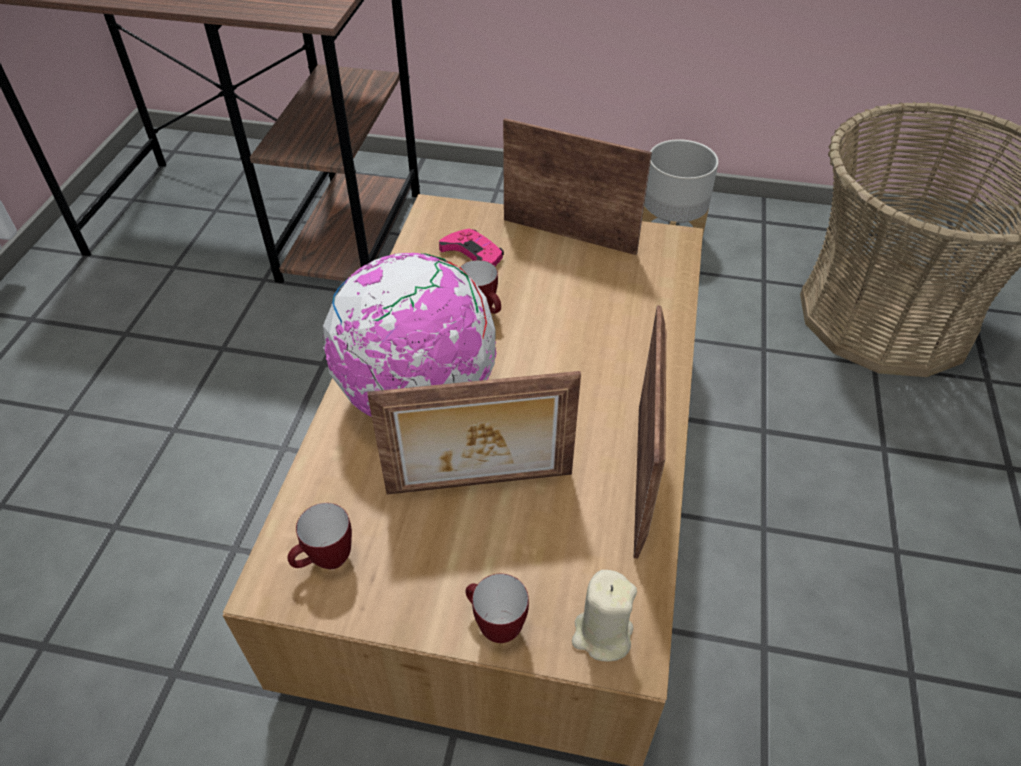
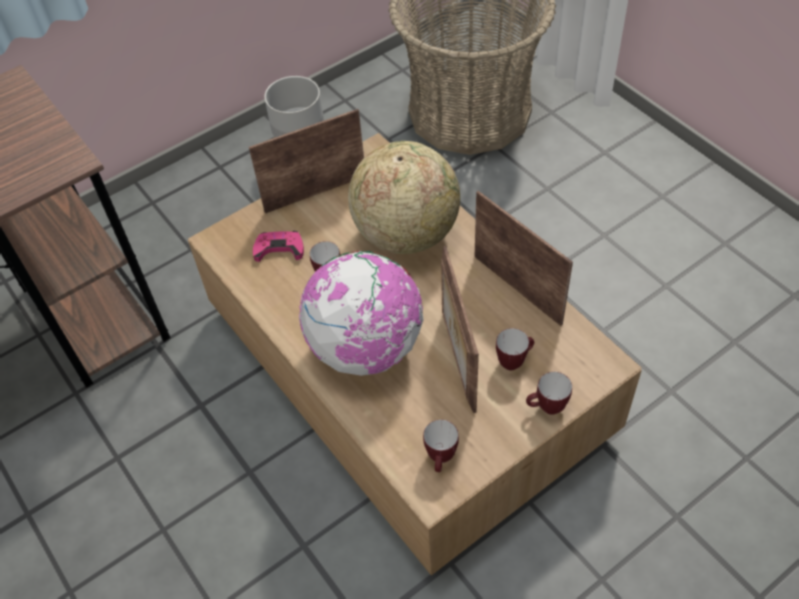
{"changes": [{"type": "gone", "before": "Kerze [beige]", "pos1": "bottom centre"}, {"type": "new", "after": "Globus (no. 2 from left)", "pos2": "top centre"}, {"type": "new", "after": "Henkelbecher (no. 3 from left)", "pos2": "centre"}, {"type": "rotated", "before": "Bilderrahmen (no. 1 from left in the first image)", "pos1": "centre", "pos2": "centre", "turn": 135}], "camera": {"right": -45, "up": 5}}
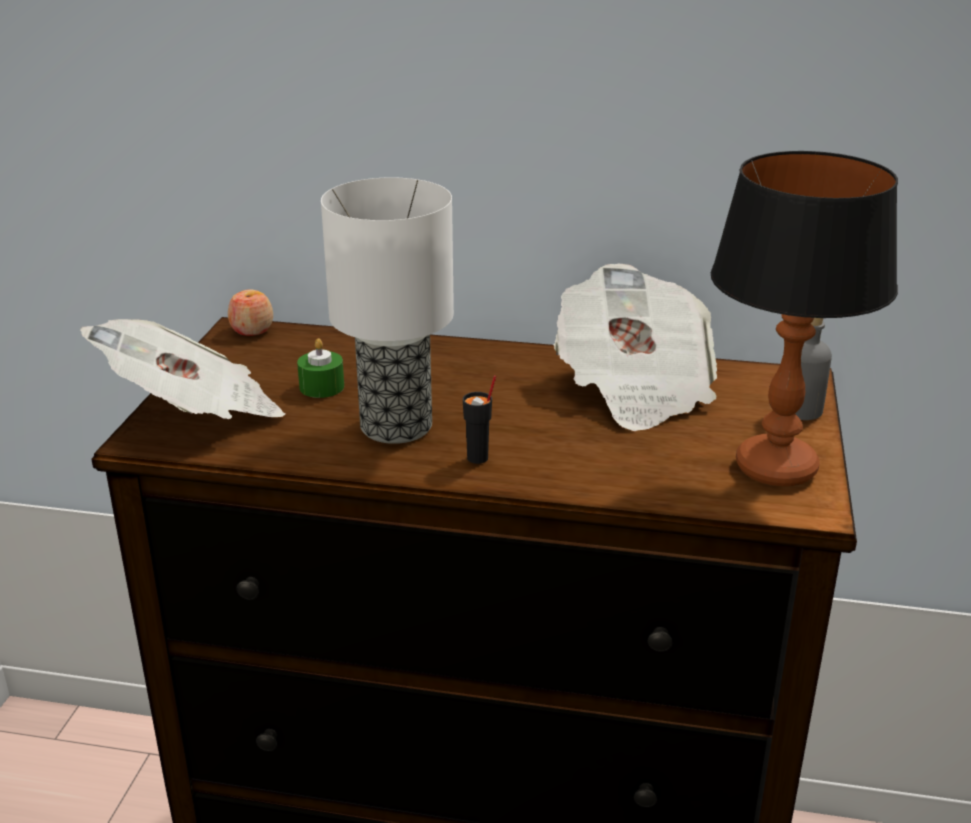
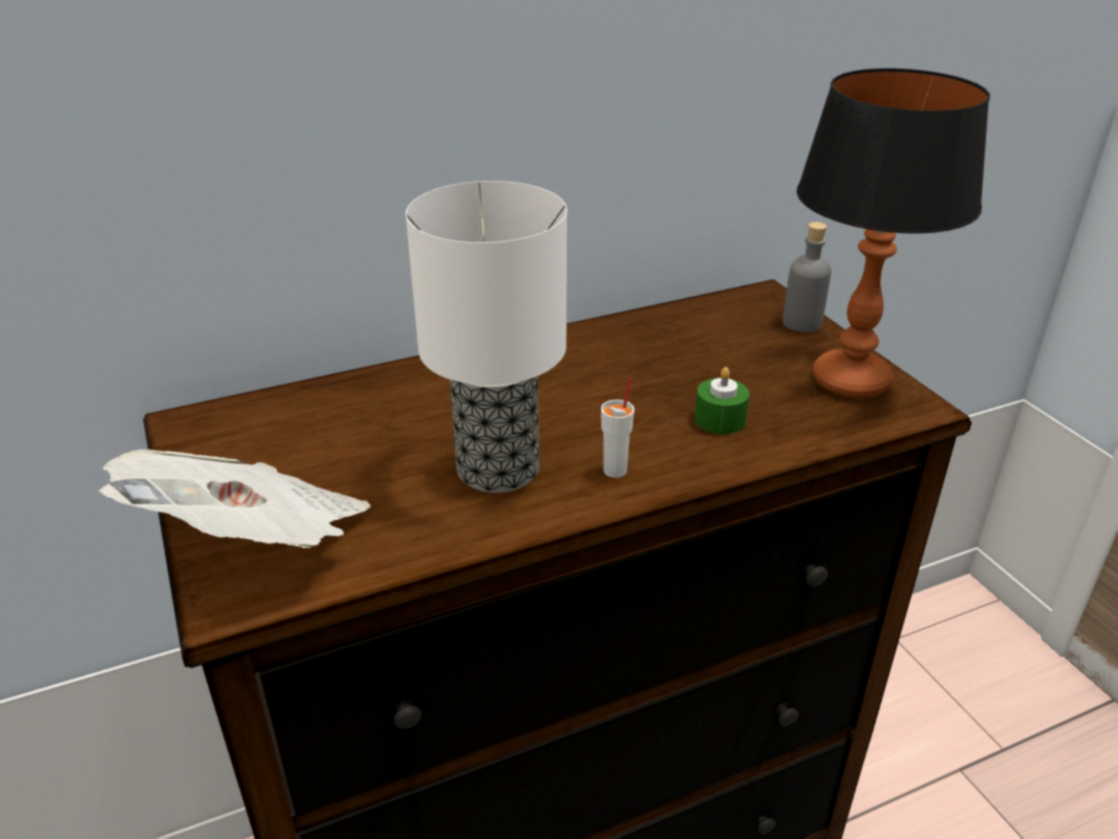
{"changes": [{"type": "gone", "before": "Apfel", "pos1": "middle left"}, {"type": "gone", "before": "Zeitung (no. 2 from left)", "pos1": "centre"}, {"type": "shifted", "before": "Kerze [grün]", "pos1": "middle left", "pos2": "centre"}, {"type": "repainted", "before": "Tasse [schwarz]", "after": "Tasse [weiß]", "pos1": "centre", "pos2": "centre"}], "camera": {"right": -35, "up": 5}}
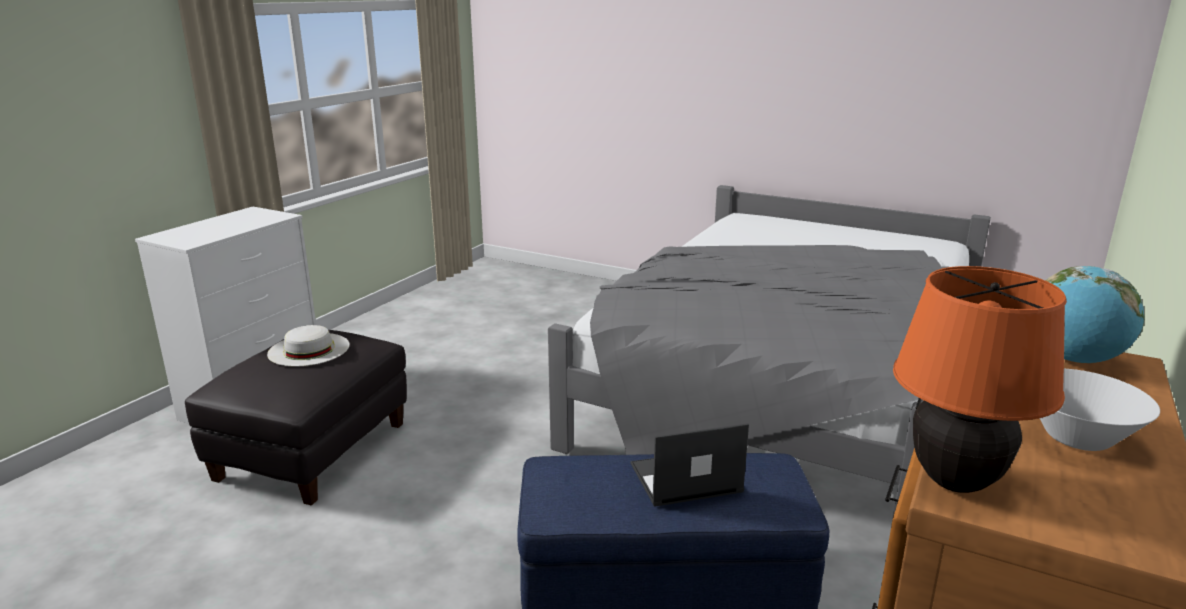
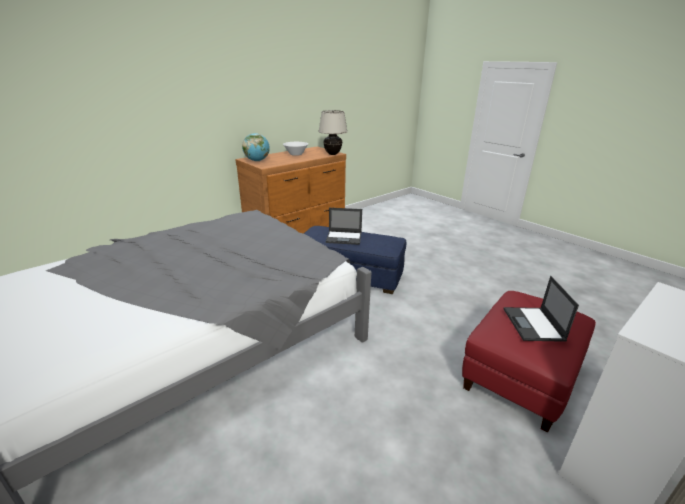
{"changes": [{"type": "swapped", "before": "Hut [weiß]", "after": "Laptop (no. 2 from left)", "pos1": "middle left", "pos2": "middle right"}, {"type": "repainted", "before": "Polsterhocker [schwarz]", "after": "Polsterhocker [rot]", "pos1": "bottom left", "pos2": "bottom right"}, {"type": "repainted", "before": "Tischlampe [orange]", "after": "Tischlampe [beige]", "pos1": "middle right", "pos2": "top centre"}], "camera": {"right": -160, "up": 5}}
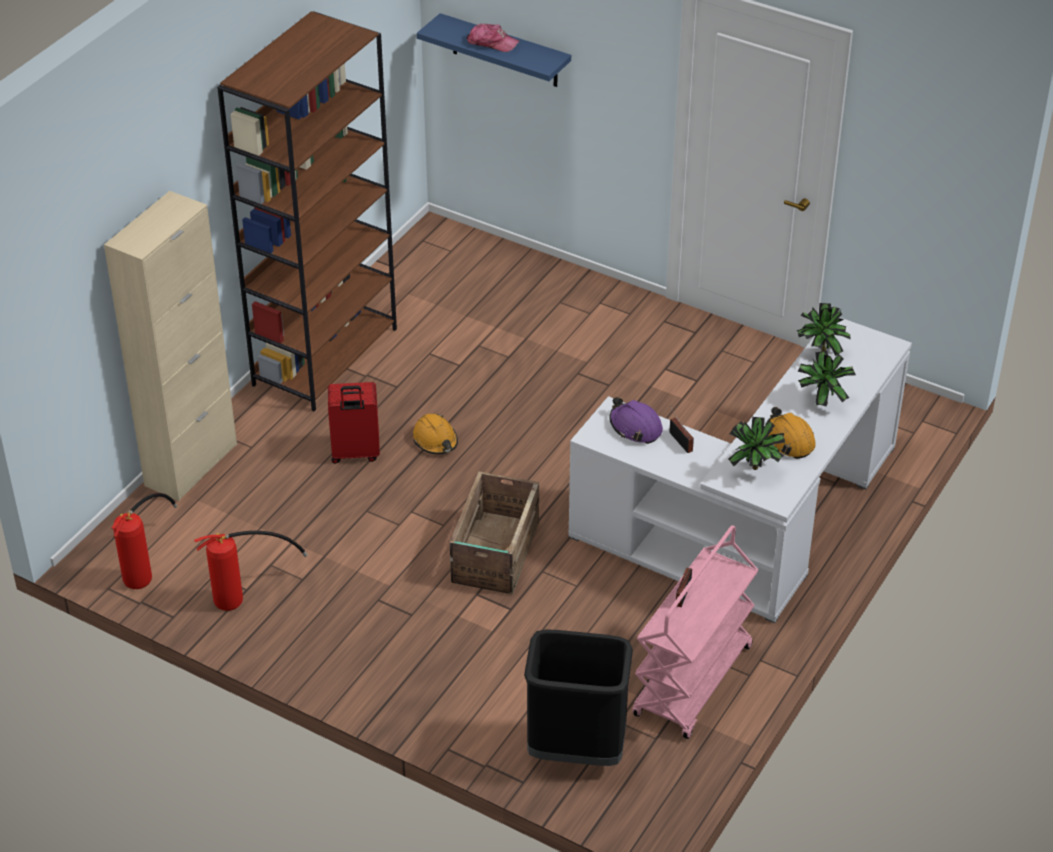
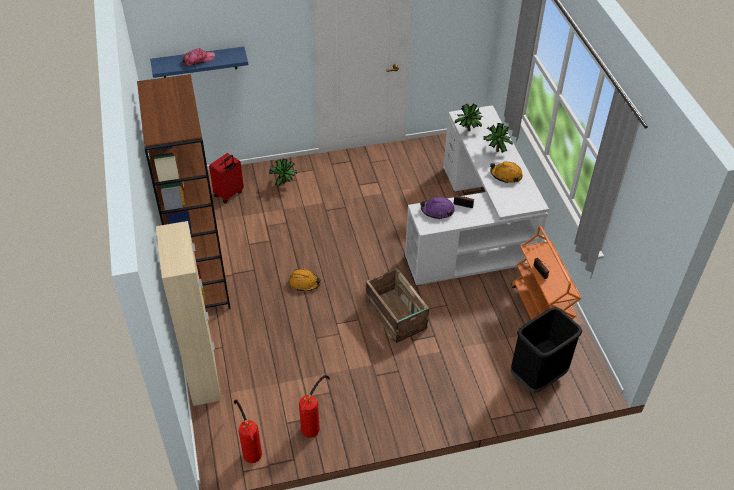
{"changes": [{"type": "shifted", "before": "Koffer [rot]", "pos1": "centre", "pos2": "middle left"}, {"type": "shifted", "before": "Topfpflanze (no. 1 from left)", "pos1": "middle right", "pos2": "centre"}, {"type": "repainted", "before": "Rollwagen [rosa]", "after": "Rollwagen [orange]", "pos1": "bottom centre", "pos2": "middle right"}], "camera": {"right": -45, "up": 5}}
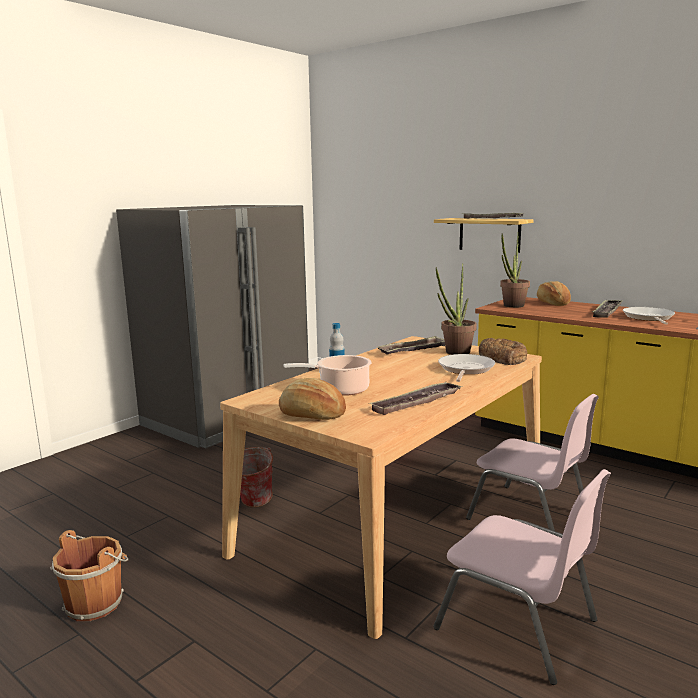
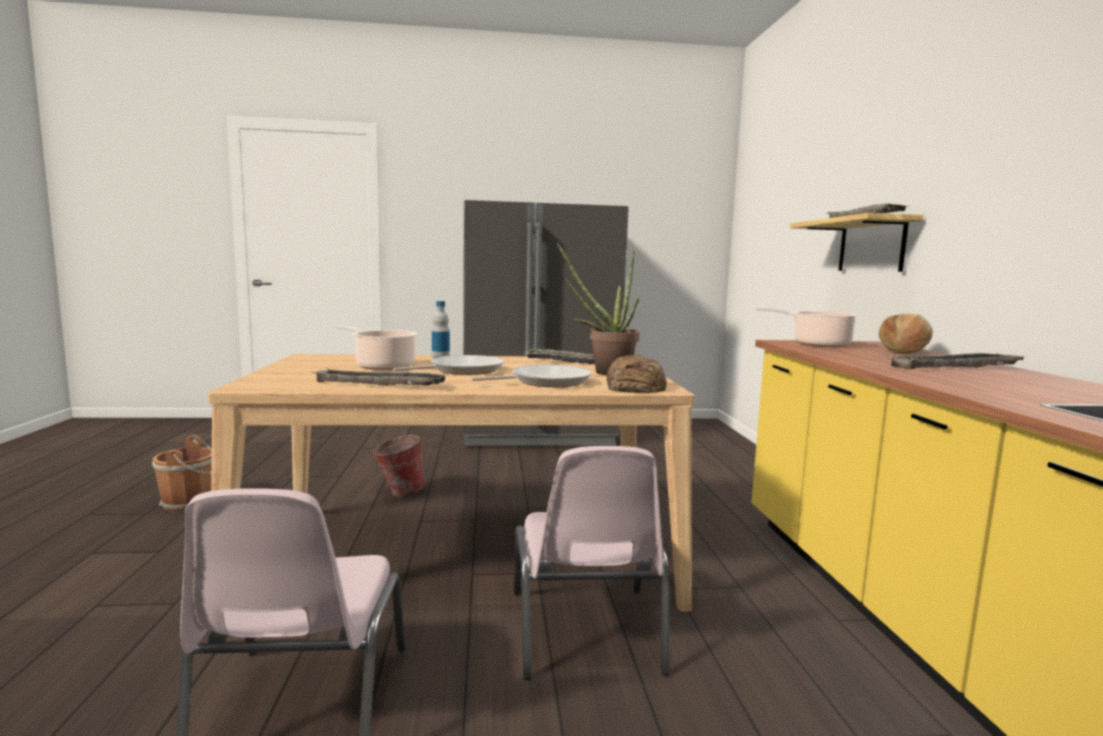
{"changes": [{"type": "gone", "before": "Brot (no. 1 from left)", "pos1": "centre"}, {"type": "shifted", "before": "Pfanne (no. 2 from left in the first image)", "after": "Pfanne (no. 1 from left)", "pos1": "middle right", "pos2": "centre"}, {"type": "swapped", "before": "Topfpflanze (no. 2 from left)", "after": "Kochtopf (no. 2 from left)", "pos1": "middle right", "pos2": "middle right"}], "camera": {"right": 45, "up": -5}}
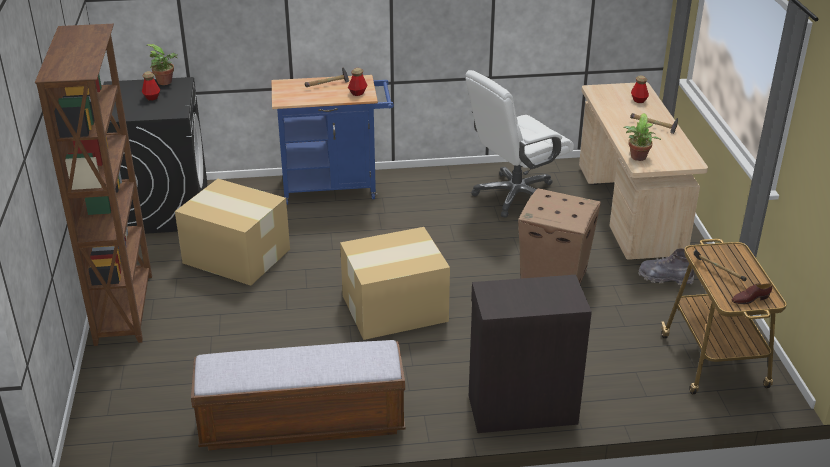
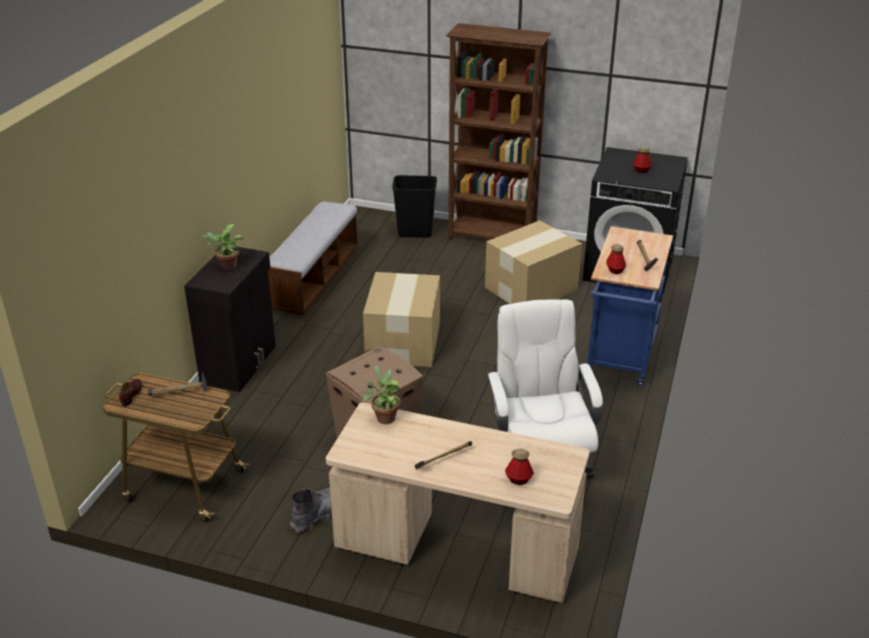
{"changes": [{"type": "new", "after": "Mülleimer [schwarz]", "pos2": "top centre"}, {"type": "shifted", "before": "Topfpflanze (no. 1 from left)", "pos1": "top left", "pos2": "middle left"}], "camera": {"right": 115, "up": 0}}
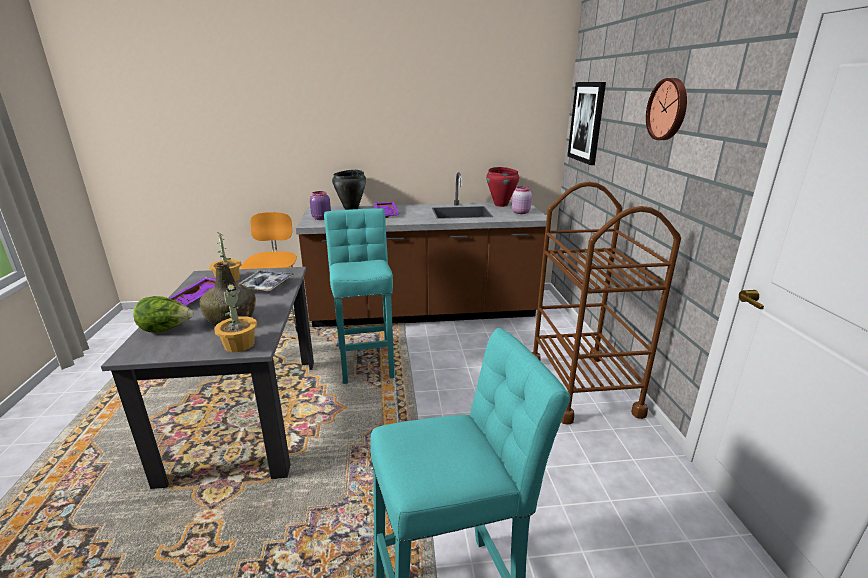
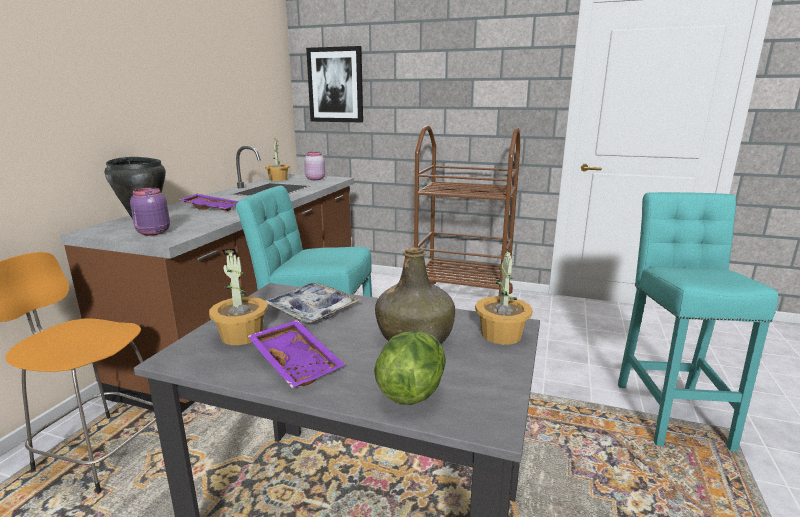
{"changes": [{"type": "gone", "before": "Wanduhr", "pos1": "top right"}, {"type": "swapped", "before": "Kochtopf [rot]", "after": "Topfpflanze (no. 2 from left)", "pos1": "top centre", "pos2": "top centre"}], "camera": {"right": -65, "up": -5}}
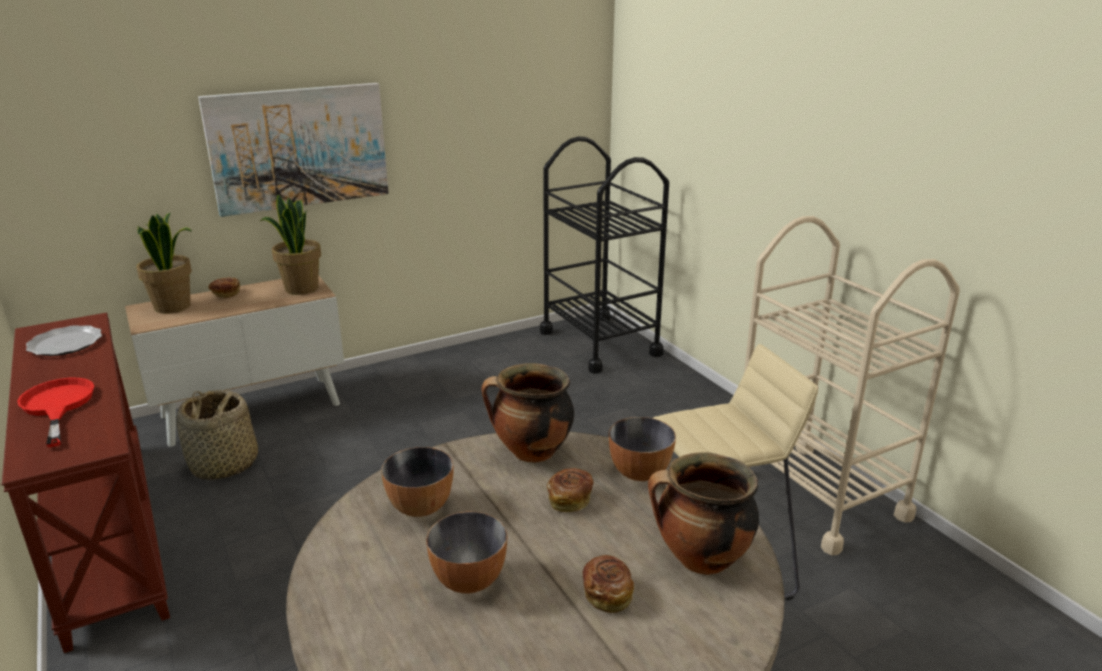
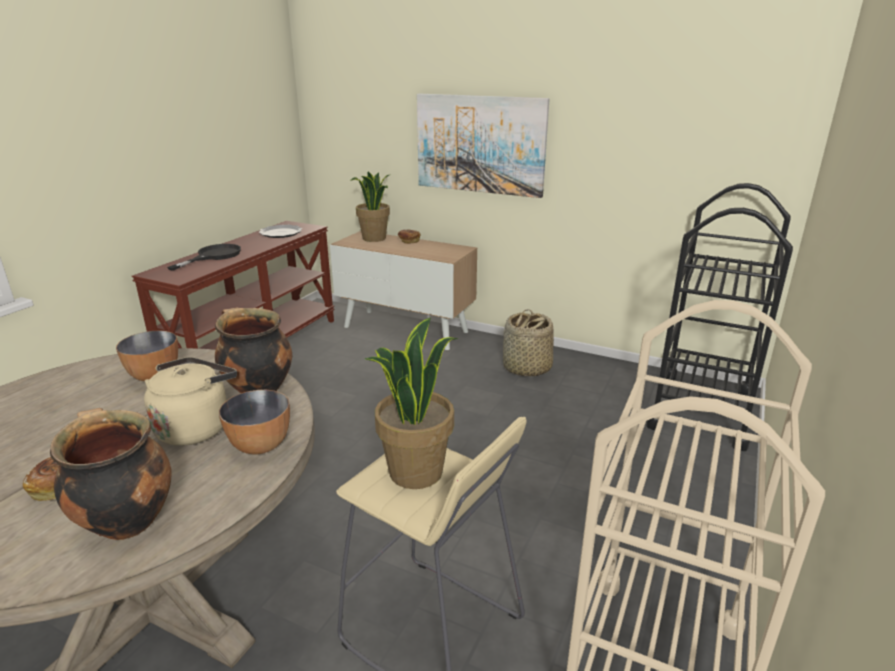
{"changes": [{"type": "gone", "before": "Schüssel (no. 2 from left)", "pos1": "bottom centre"}, {"type": "shifted", "before": "Korb", "pos1": "middle left", "pos2": "centre"}, {"type": "shifted", "before": "Topfpflanze (no. 2 from left)", "pos1": "middle left", "pos2": "centre"}, {"type": "swapped", "before": "Brot (no. 2 from left)", "after": "Wasserkessel [beige]", "pos1": "bottom centre", "pos2": "middle left"}, {"type": "repainted", "before": "Pfanne [rot]", "after": "Pfanne [schwarz]", "pos1": "middle left", "pos2": "middle left"}], "camera": {"right": 55, "up": 0}}
